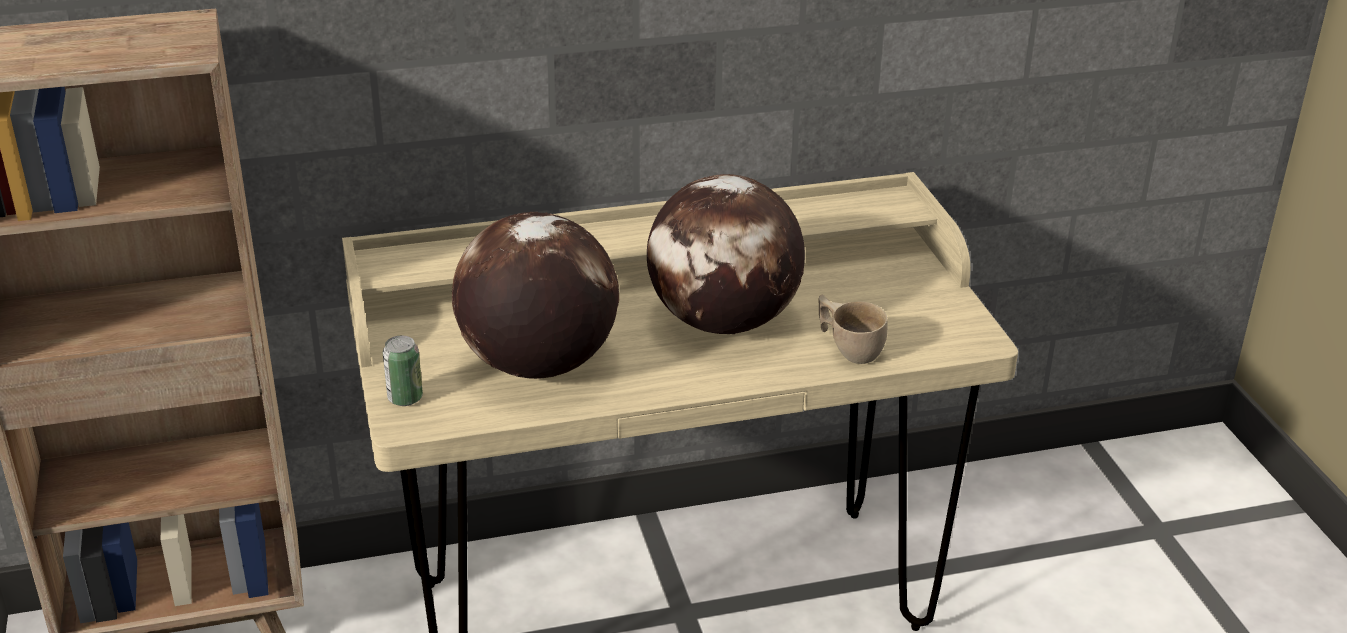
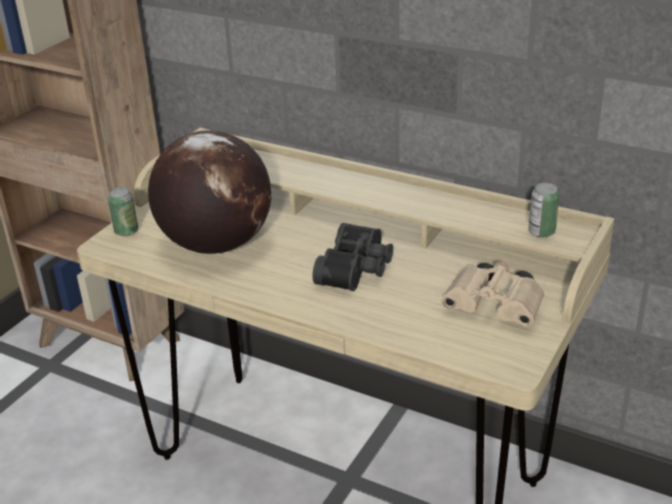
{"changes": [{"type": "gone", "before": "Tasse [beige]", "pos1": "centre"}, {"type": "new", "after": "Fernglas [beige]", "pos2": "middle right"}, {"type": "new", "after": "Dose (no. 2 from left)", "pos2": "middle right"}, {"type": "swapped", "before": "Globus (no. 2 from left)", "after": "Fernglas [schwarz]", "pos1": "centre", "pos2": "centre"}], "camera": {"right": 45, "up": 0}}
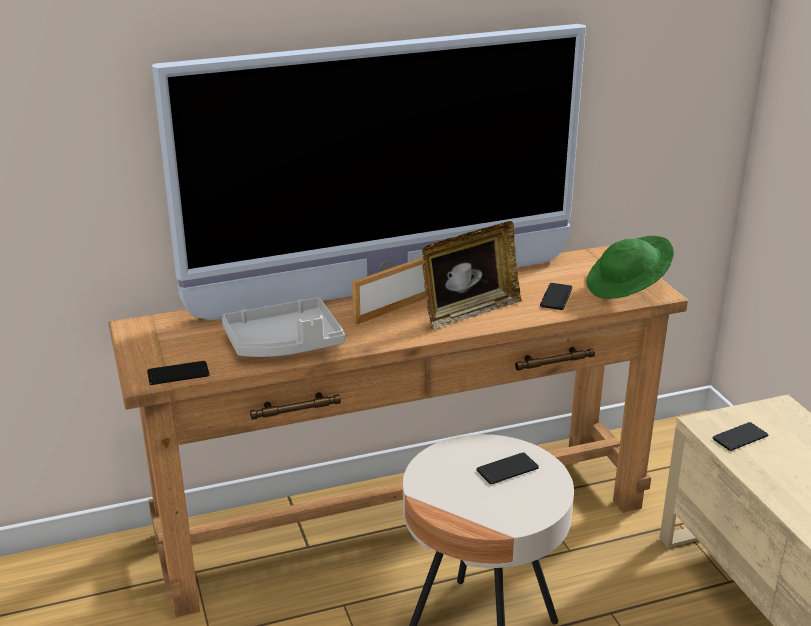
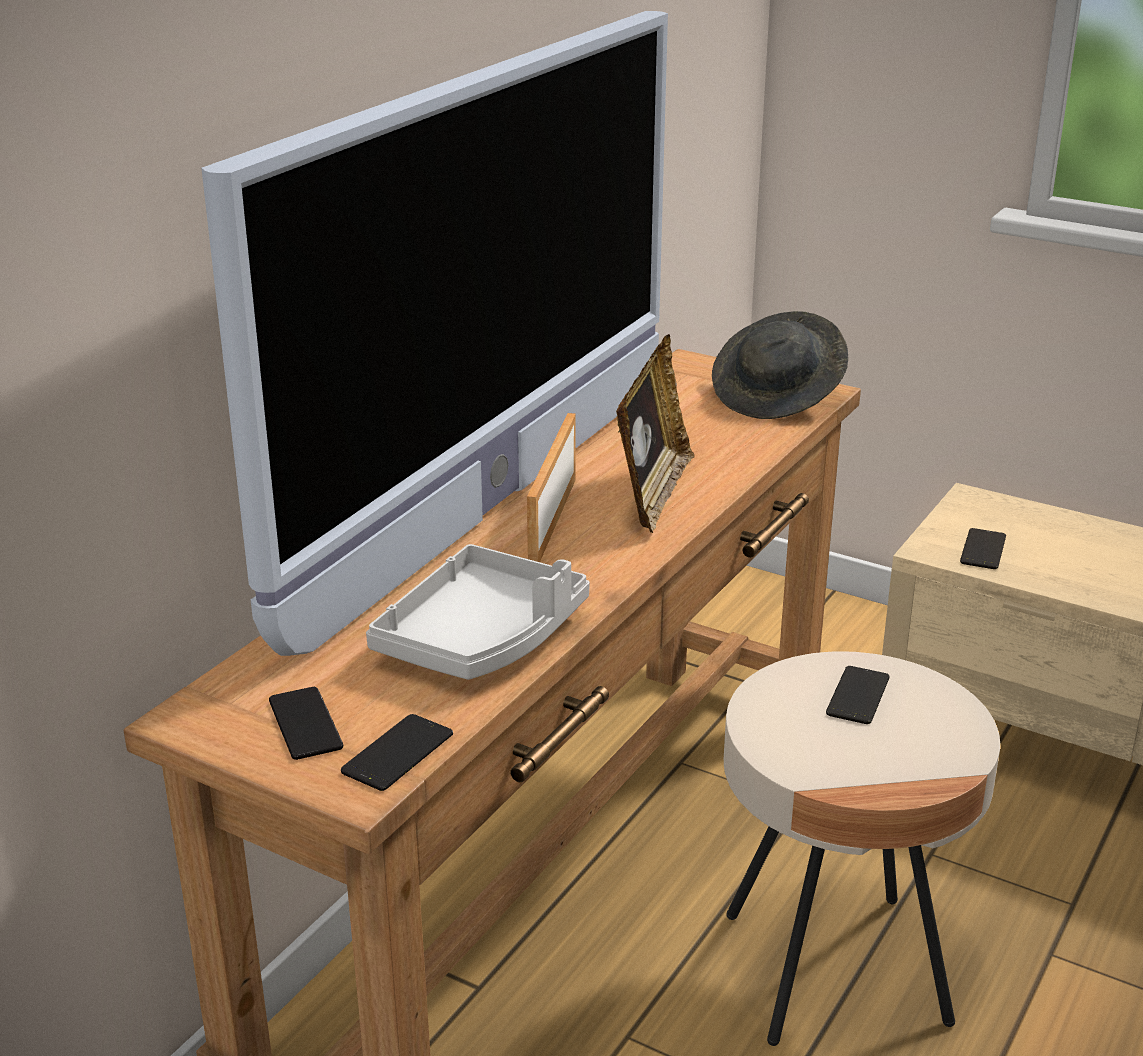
{"changes": [{"type": "shifted", "before": "Handy (no. 3 from left in the first image)", "after": "Handy (no. 1 from left)", "pos1": "middle right", "pos2": "bottom left"}, {"type": "repainted", "before": "Hut [grün]", "after": "Hut [grau]", "pos1": "middle right", "pos2": "middle right"}], "camera": {"right": -40, "up": 0}}
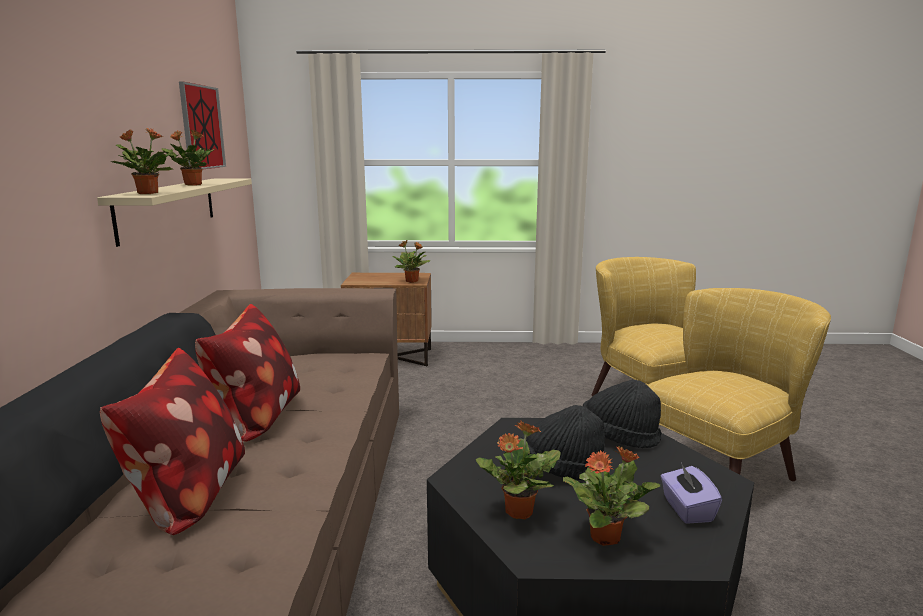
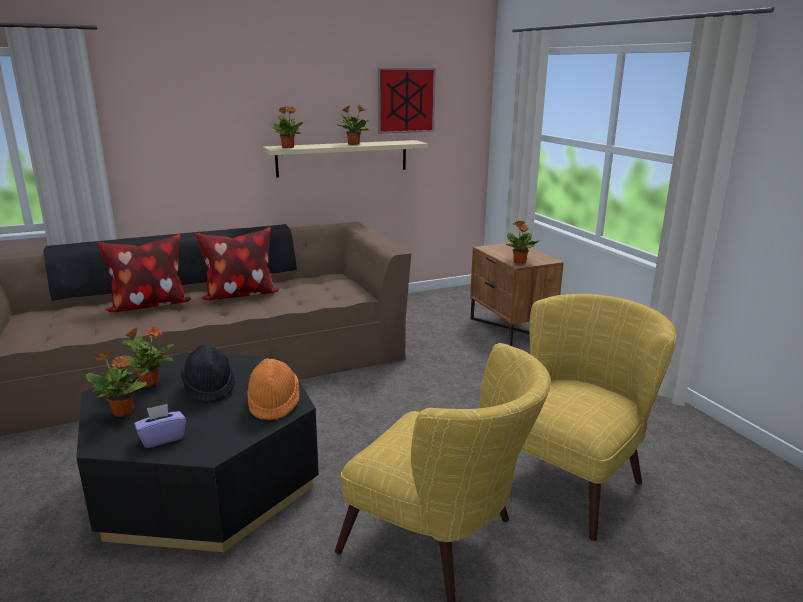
{"changes": [{"type": "repainted", "before": "Hut [schwarz] (no. 2 from left)", "after": "Hut [orange]", "pos1": "bottom right", "pos2": "centre"}], "camera": {"right": 65, "up": 5}}
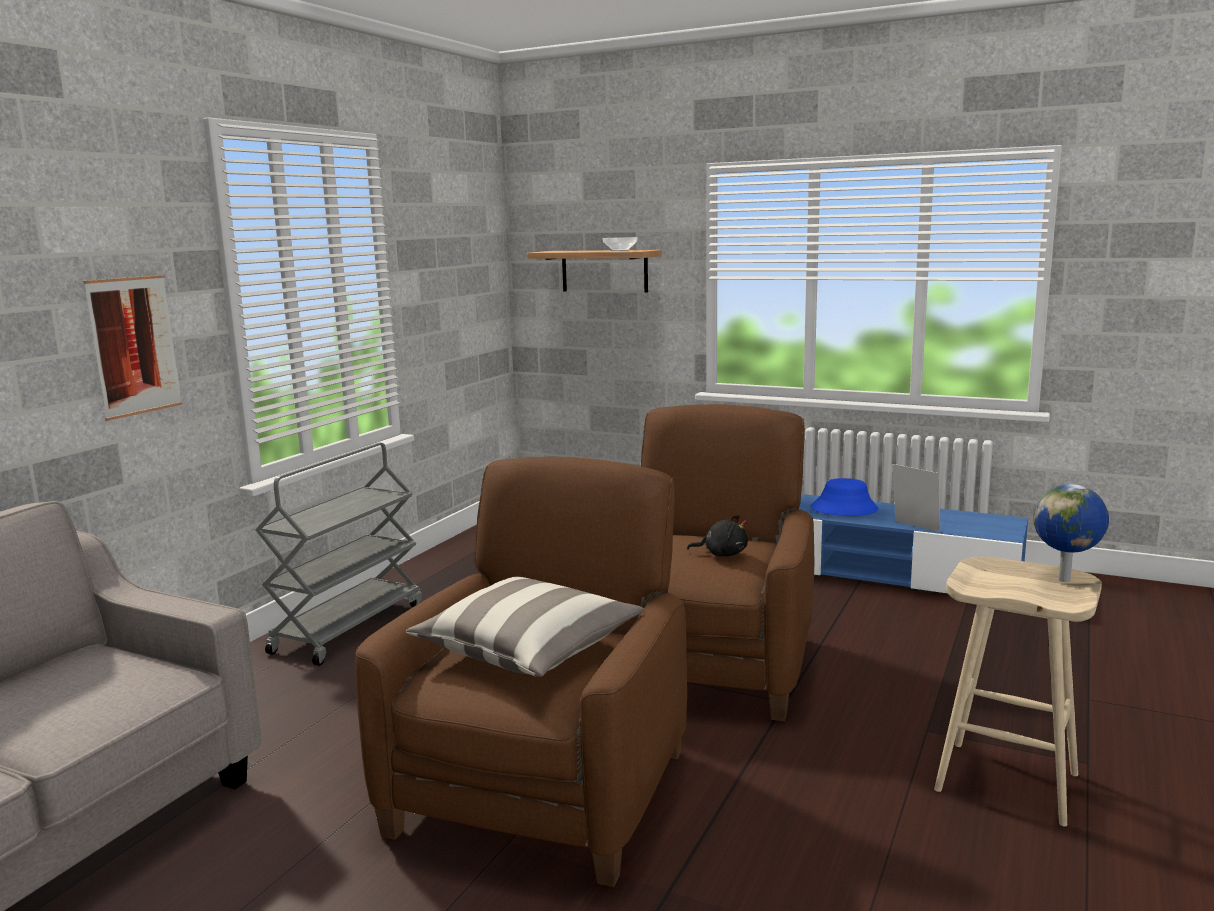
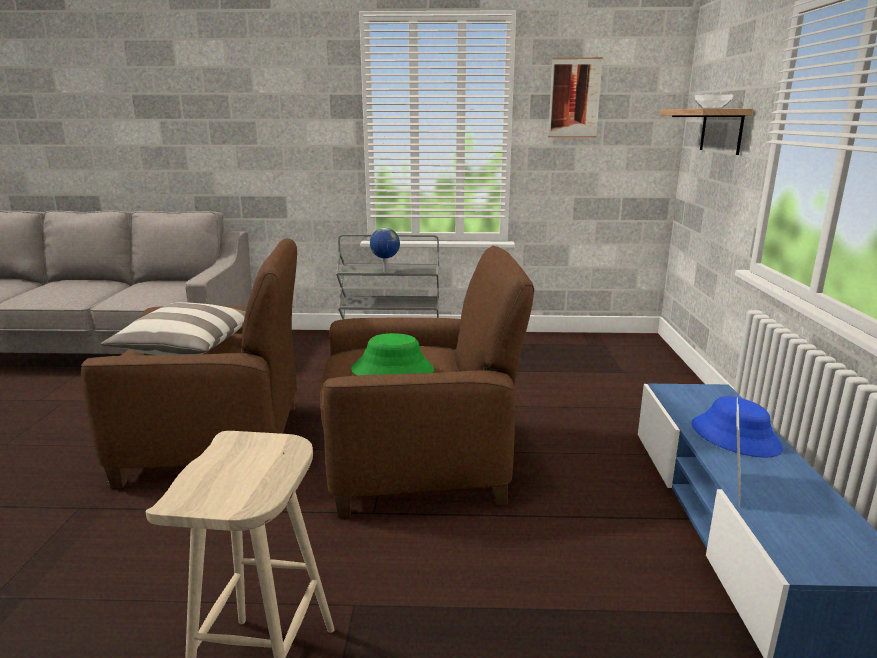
{"changes": [{"type": "shifted", "before": "Bild", "pos1": "middle left", "pos2": "top centre"}, {"type": "shifted", "before": "Globus", "pos1": "middle right", "pos2": "centre"}, {"type": "swapped", "before": "Plüschtier [schwarz]", "after": "Hut [grün]", "pos1": "centre", "pos2": "centre"}], "camera": {"right": 65, "up": 5}}
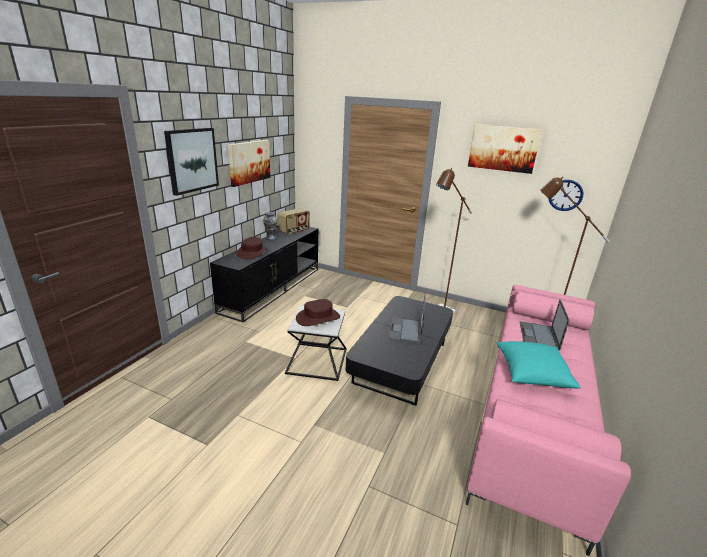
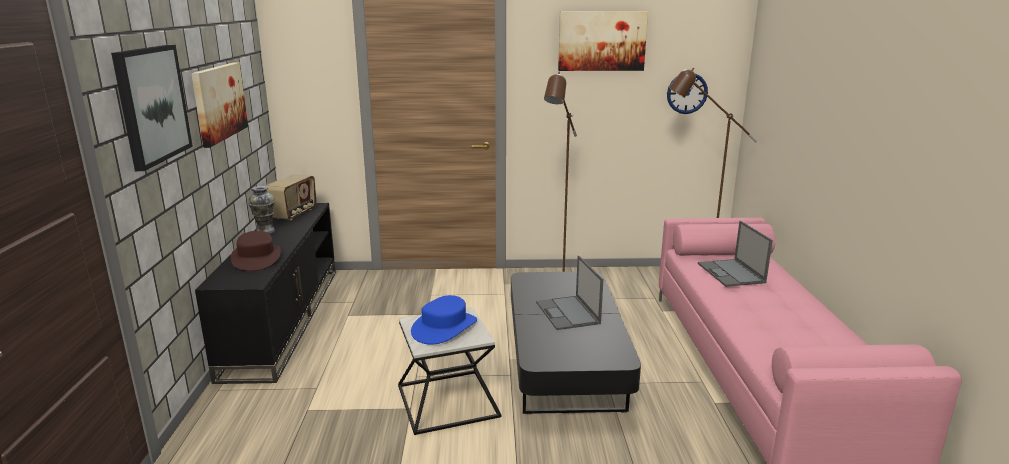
{"changes": [{"type": "gone", "before": "Kissen [türkis]", "pos1": "middle right"}, {"type": "repainted", "before": "Hut [braun] (no. 2 from left)", "after": "Hut [blau]", "pos1": "centre", "pos2": "bottom centre"}], "camera": {"right": -25, "up": -5}}
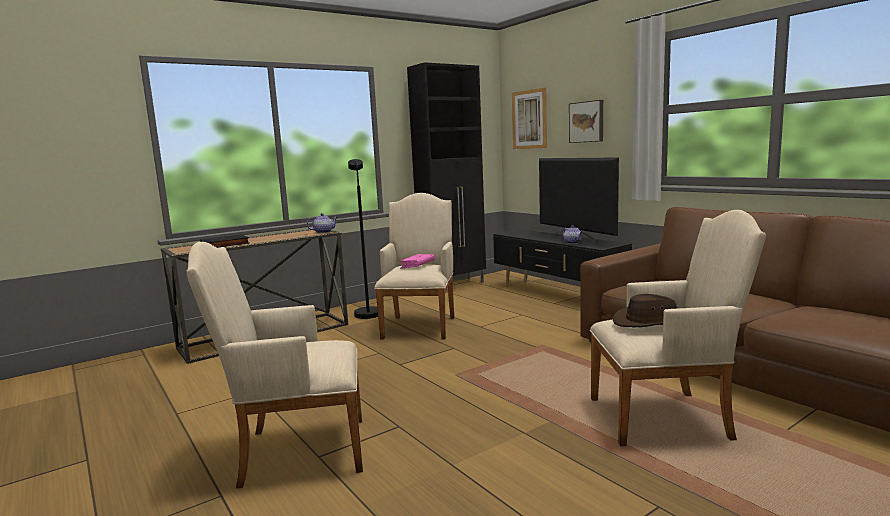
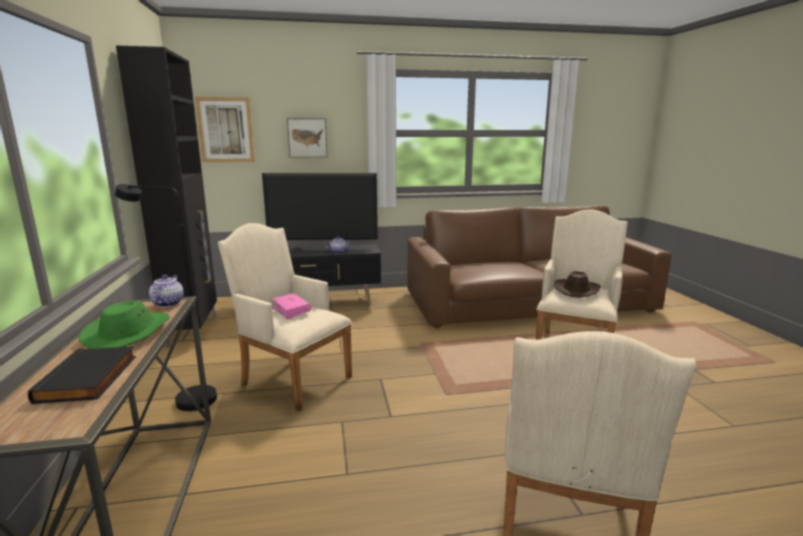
{"changes": [{"type": "new", "after": "Hut [grün]", "pos2": "middle left"}], "camera": {"right": -65, "up": 5}}
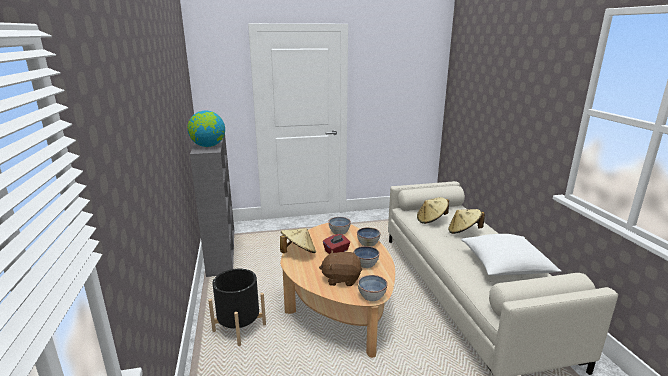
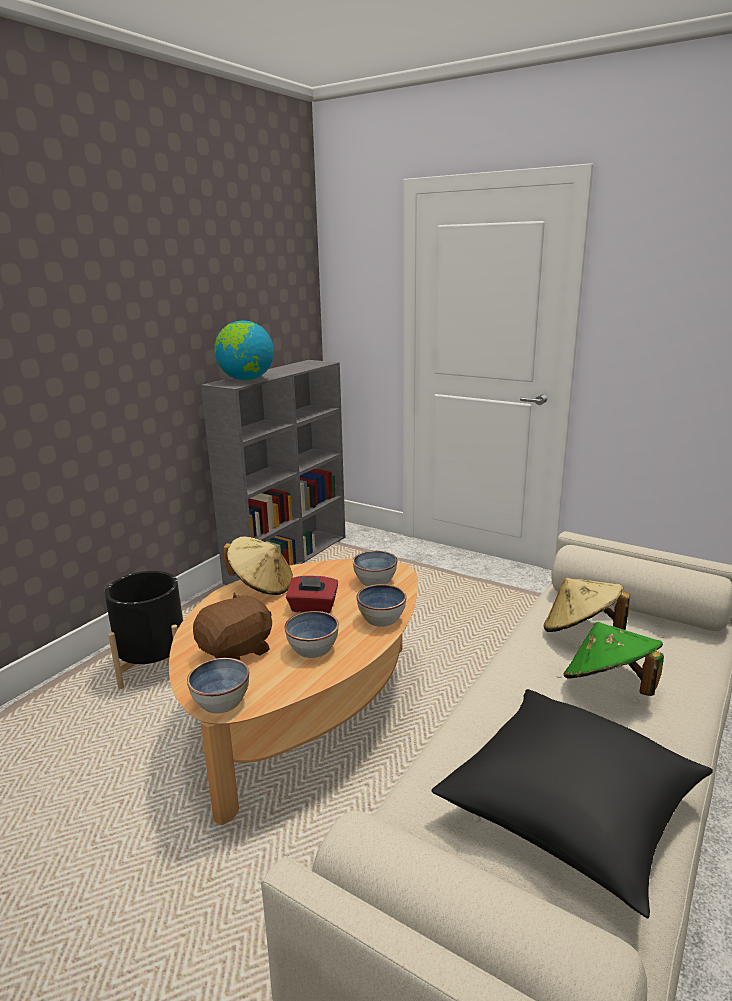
{"changes": [{"type": "repainted", "before": "Hut [beige] (no. 3 from left)", "after": "Hut [grün]", "pos1": "middle right", "pos2": "middle right"}, {"type": "repainted", "before": "Kissen [weiß]", "after": "Kissen [schwarz]", "pos1": "bottom right", "pos2": "bottom right"}, {"type": "rotated", "before": "Plüschtier [braun]", "pos1": "bottom centre", "pos2": "middle left", "turn": 90}], "camera": {"right": 45, "up": 0}}
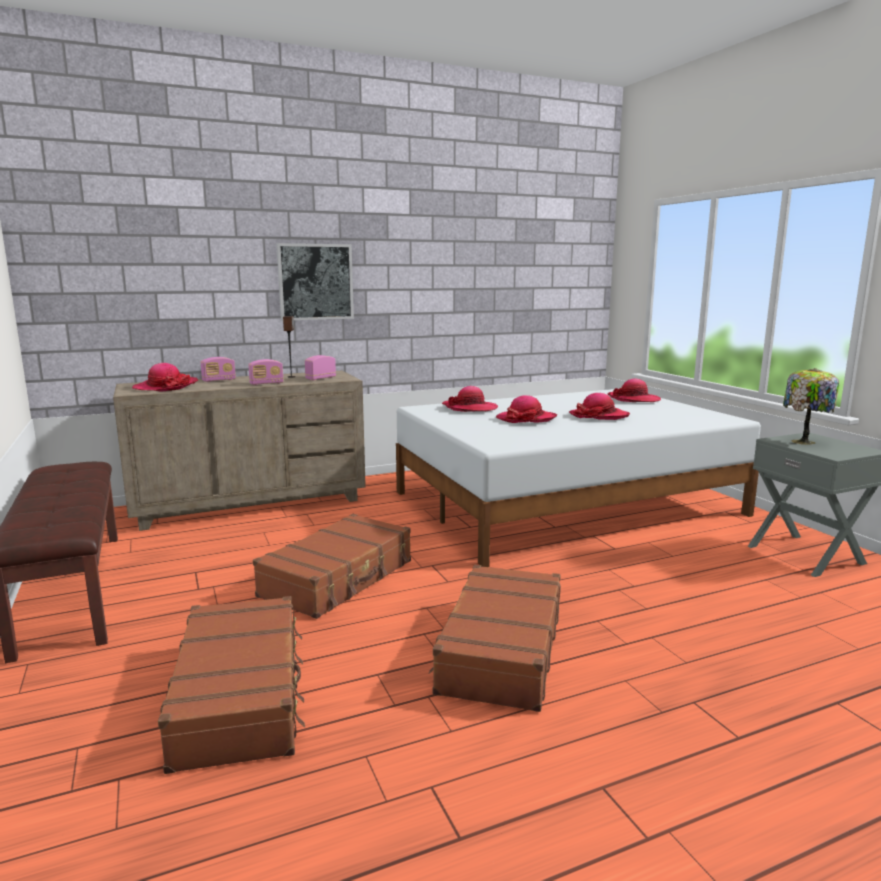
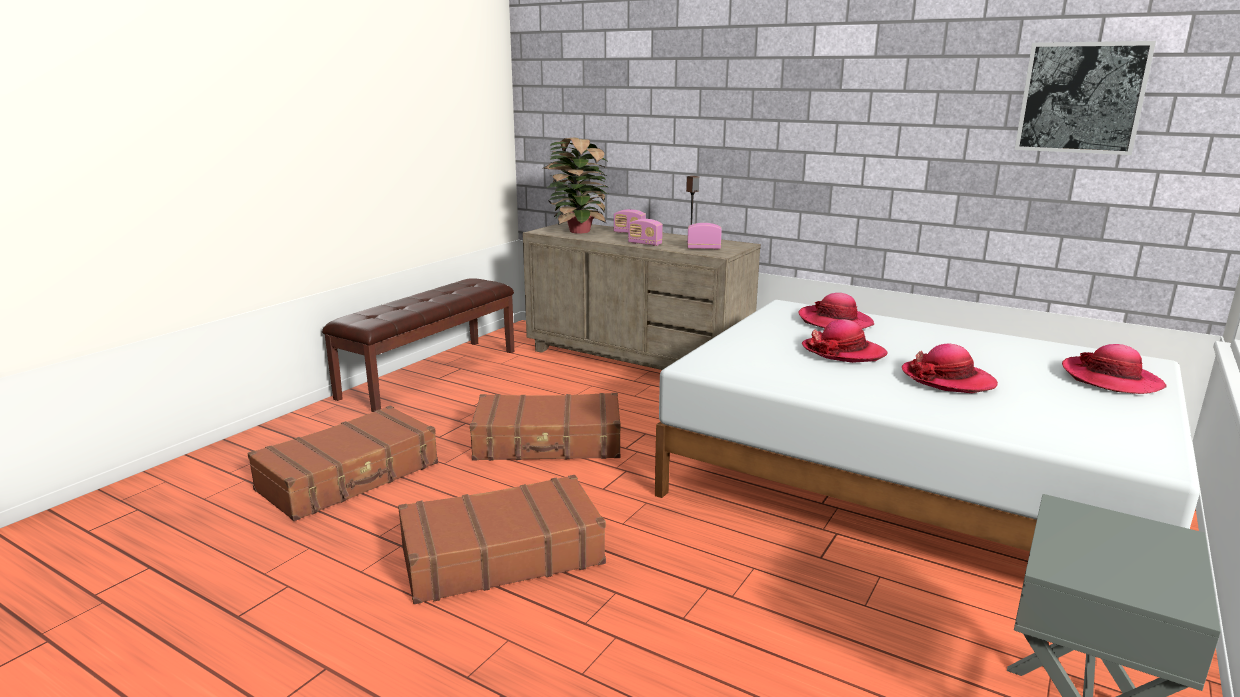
{"changes": [{"type": "gone", "before": "Tischlampe", "pos1": "middle right"}, {"type": "shifted", "before": "Bild", "pos1": "top centre", "pos2": "top right"}, {"type": "swapped", "before": "Hut (no. 1 from left)", "after": "Topfpflanze", "pos1": "middle left", "pos2": "top centre"}], "camera": {"right": 55, "up": 5}}
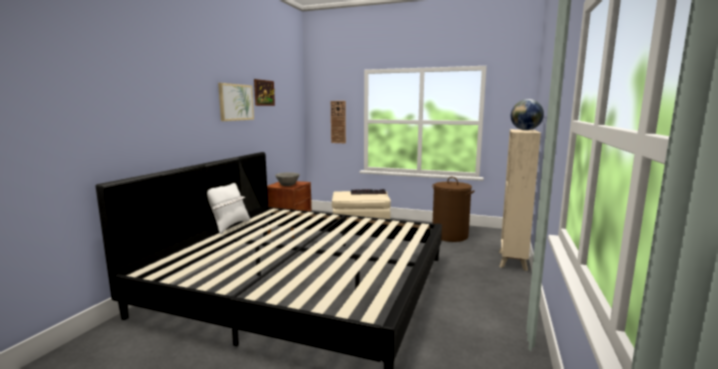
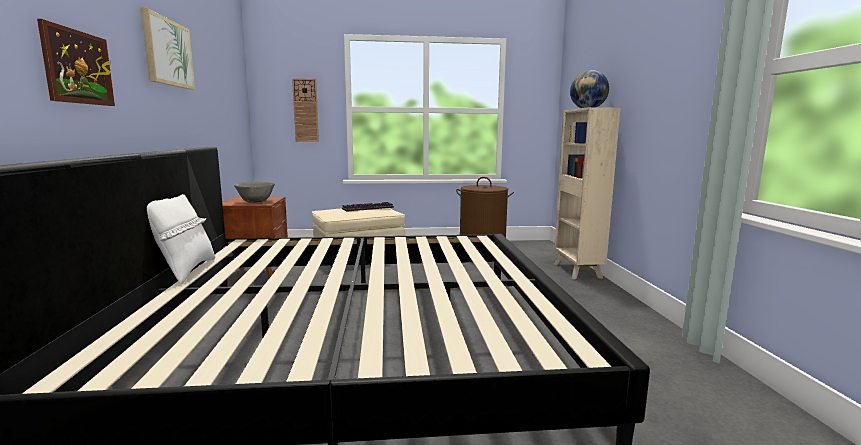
{"changes": [{"type": "shifted", "before": "Bild (no. 2 from left in the first image)", "after": "Bild (no. 1 from left)", "pos1": "top centre", "pos2": "top left"}], "camera": {"right": -25, "up": 0}}
